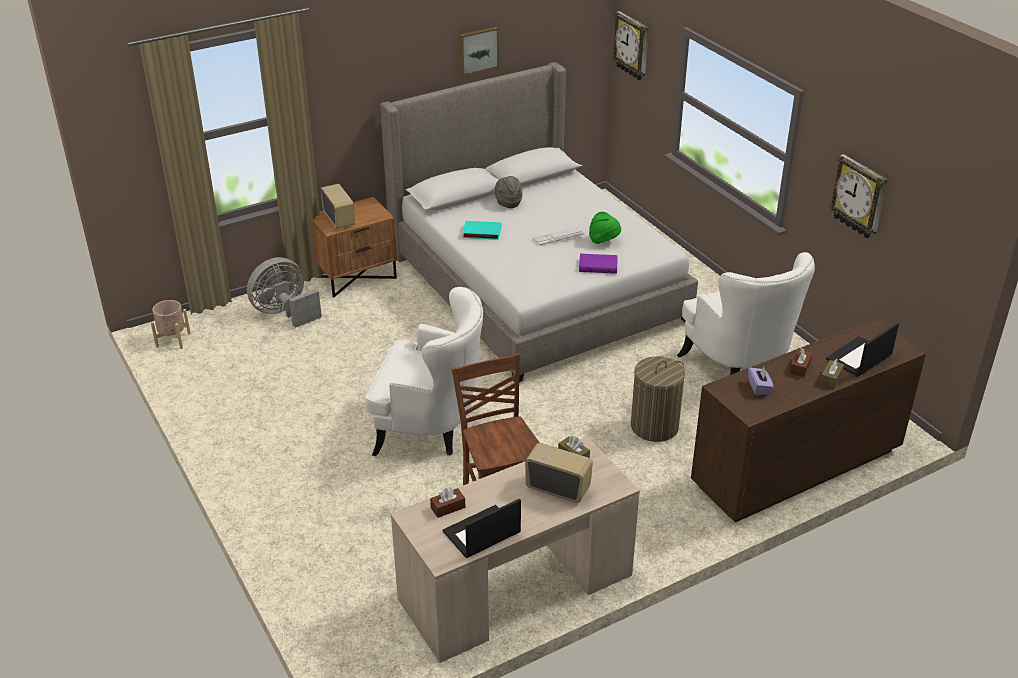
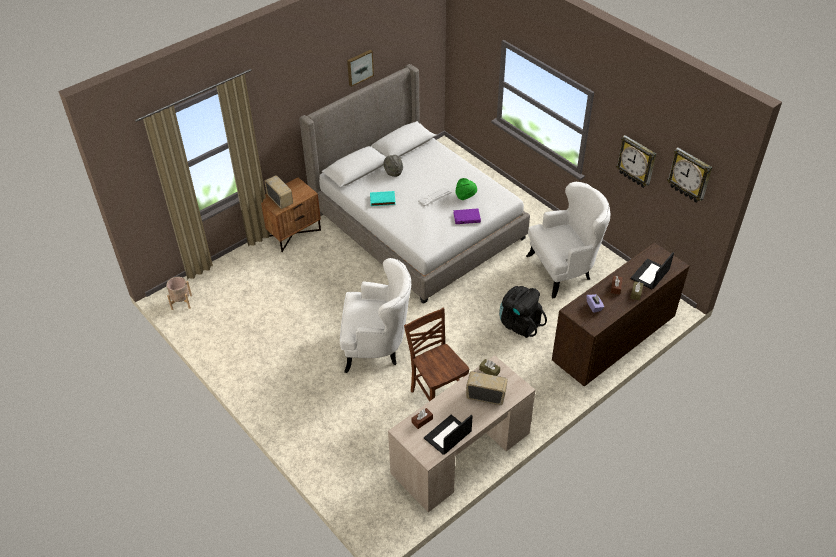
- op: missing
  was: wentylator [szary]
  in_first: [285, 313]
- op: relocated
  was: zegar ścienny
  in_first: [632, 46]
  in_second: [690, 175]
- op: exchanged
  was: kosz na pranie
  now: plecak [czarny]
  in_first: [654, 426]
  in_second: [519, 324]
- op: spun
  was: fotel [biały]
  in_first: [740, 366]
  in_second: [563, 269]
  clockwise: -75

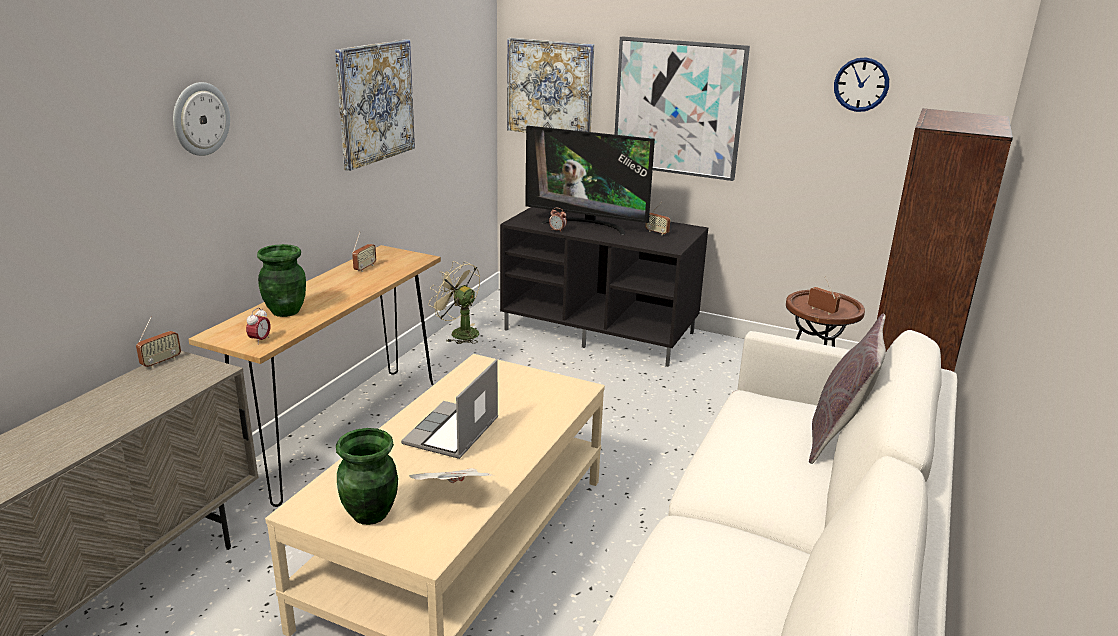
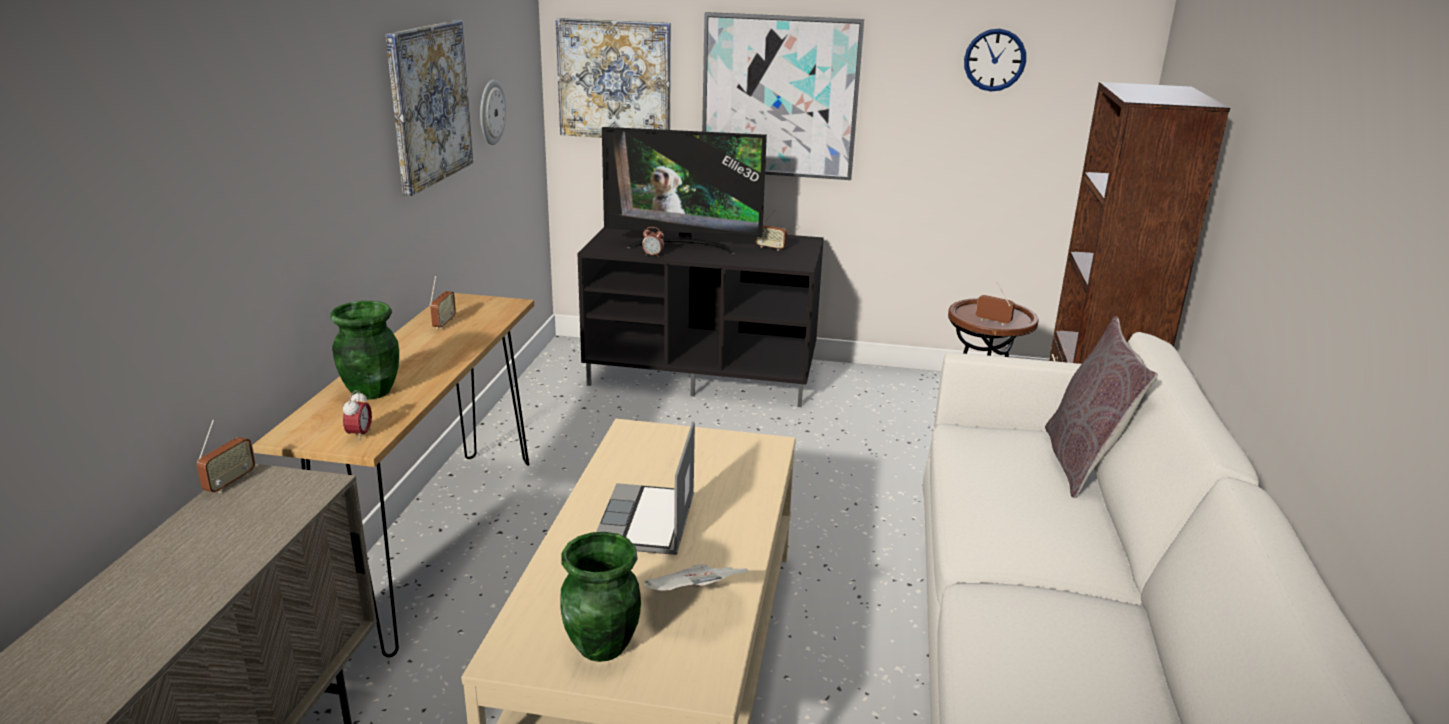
- op: relocated
  was: zegar ścienny
  in_first: [200, 119]
  in_second: [491, 112]
- op: missing
  was: wentylator [beżowy]
  in_first: [459, 333]

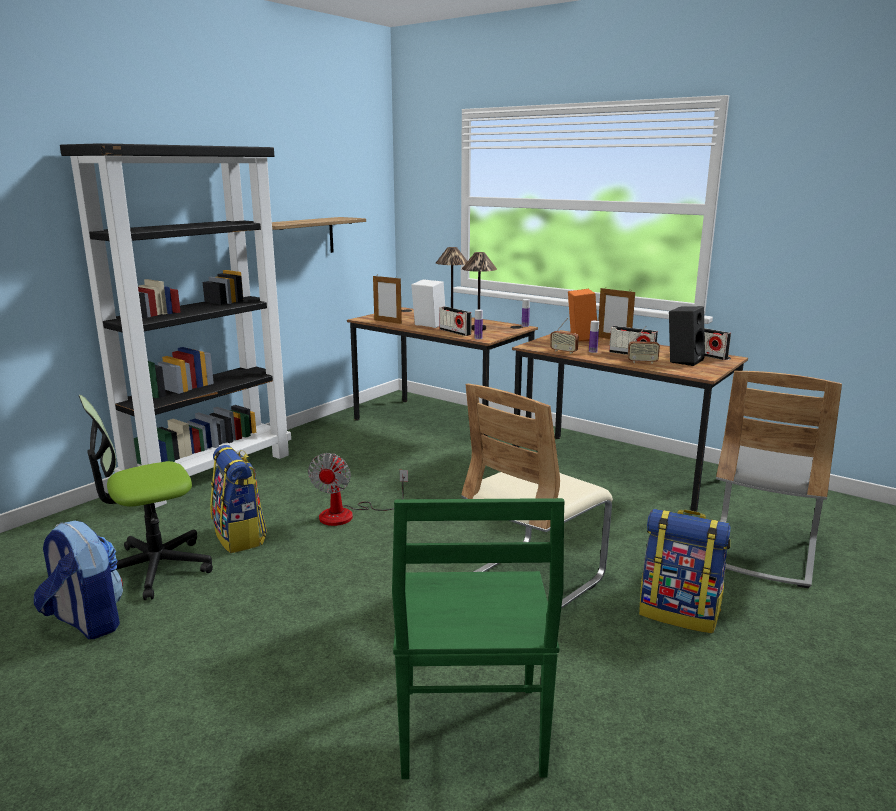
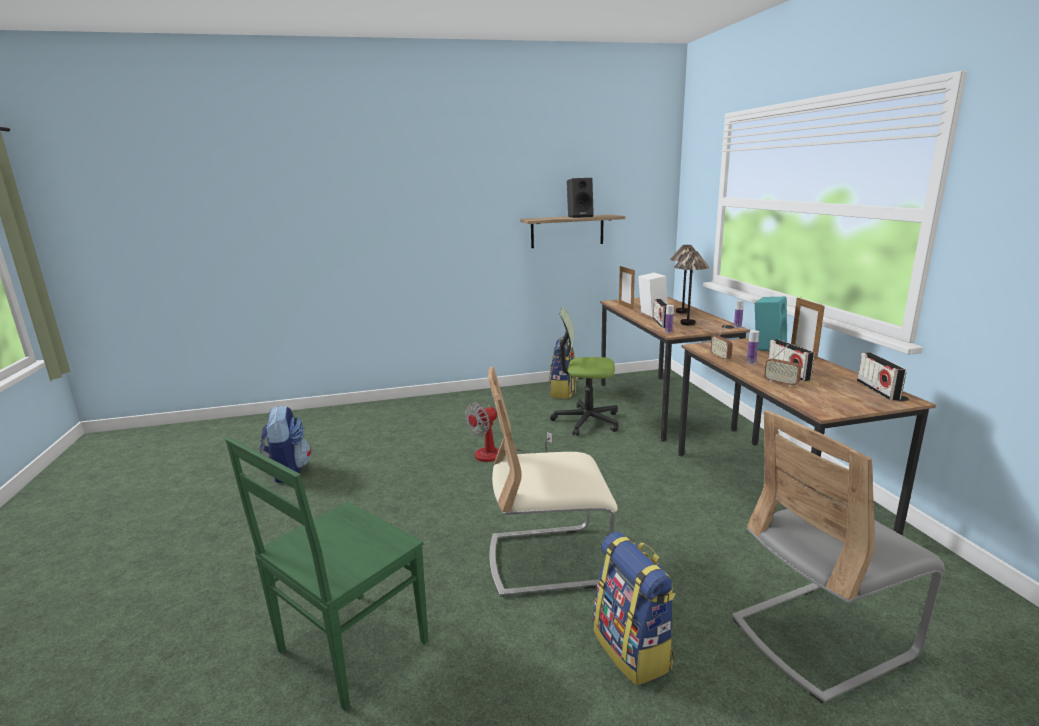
- op: missing
  was: regał [czarny]
  in_first: [211, 472]
- op: relocated
  was: krzesło biurowe
  in_first: [154, 568]
  in_second: [586, 421]
- op: relocated
  was: plecak
  in_first: [240, 537]
  in_second: [562, 392]
- op: colour
  was: głośnik [pomarańczowy]
  now: głośnik [turkusowy]
  in_first: [580, 338]
  in_second: [767, 347]
- op: relocated
  was: głośnik [czarny]
  in_first: [683, 360]
  in_second: [580, 217]

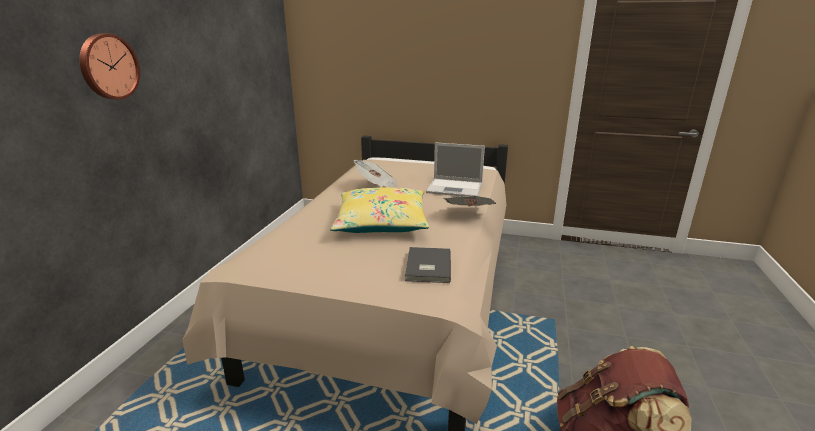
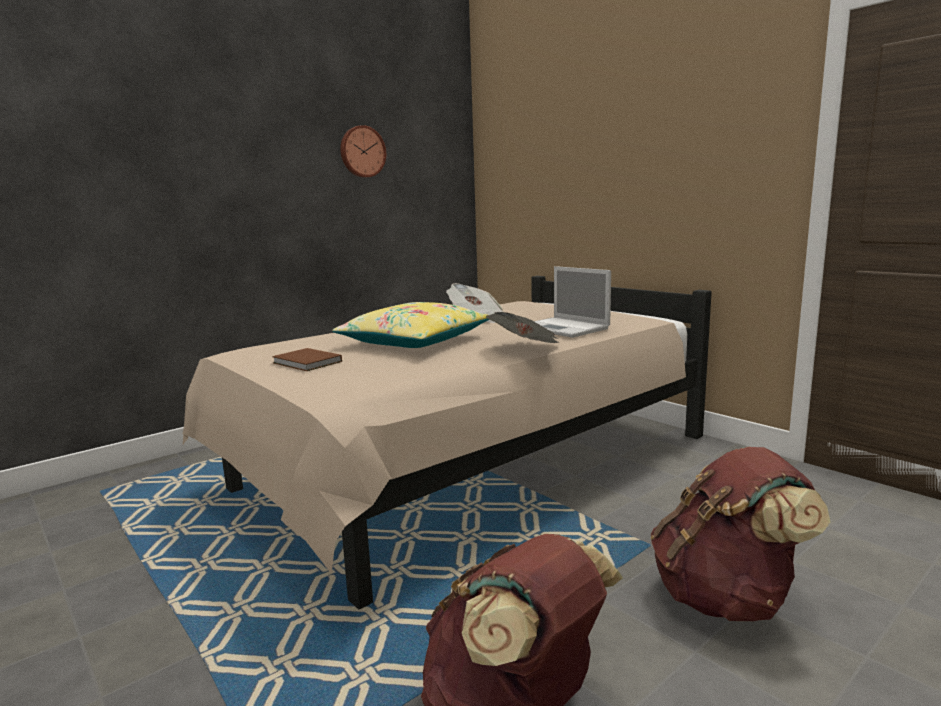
- op: relocated
  was: zegar ścienny
  in_first: [108, 67]
  in_second: [362, 152]
- op: missing
  was: książka [szary]
  in_first: [426, 267]
- op: appeared
  now: książka [brązowy]
  in_second: [307, 363]
- op: appeared
  now: plecak [brązowy]
  in_second: [726, 598]

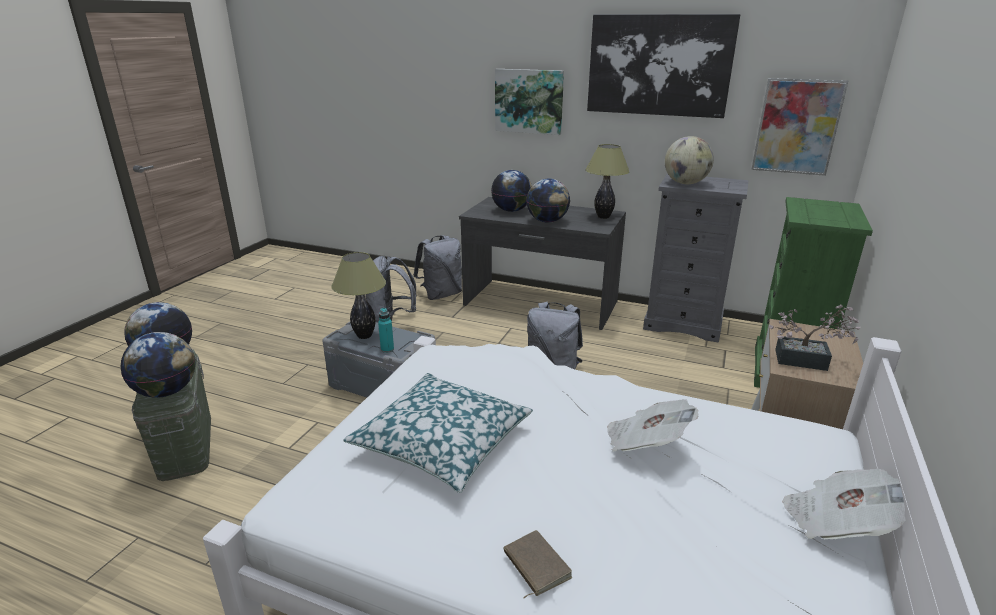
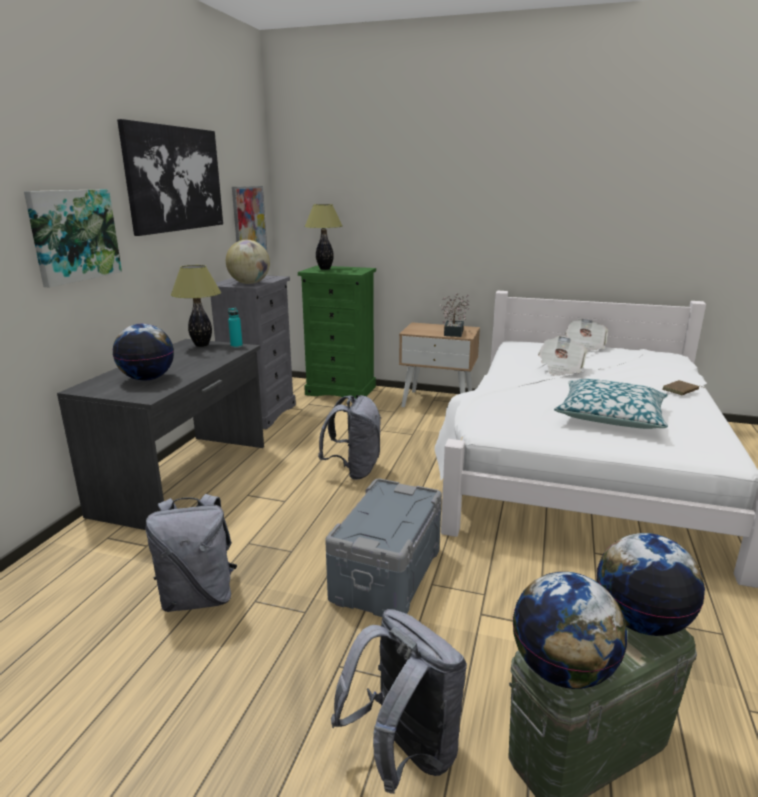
- op: relocated
  was: lampa stołowa
  in_first: [364, 336]
  in_second: [325, 269]
- op: relocated
  was: butelka [turkusowy]
  in_first: [387, 349]
  in_second: [236, 346]
- op: relocated
  was: plecak [szary]
  in_first: [441, 294]
  in_second: [404, 752]
- op: missing
  was: globus
  in_first: [547, 221]

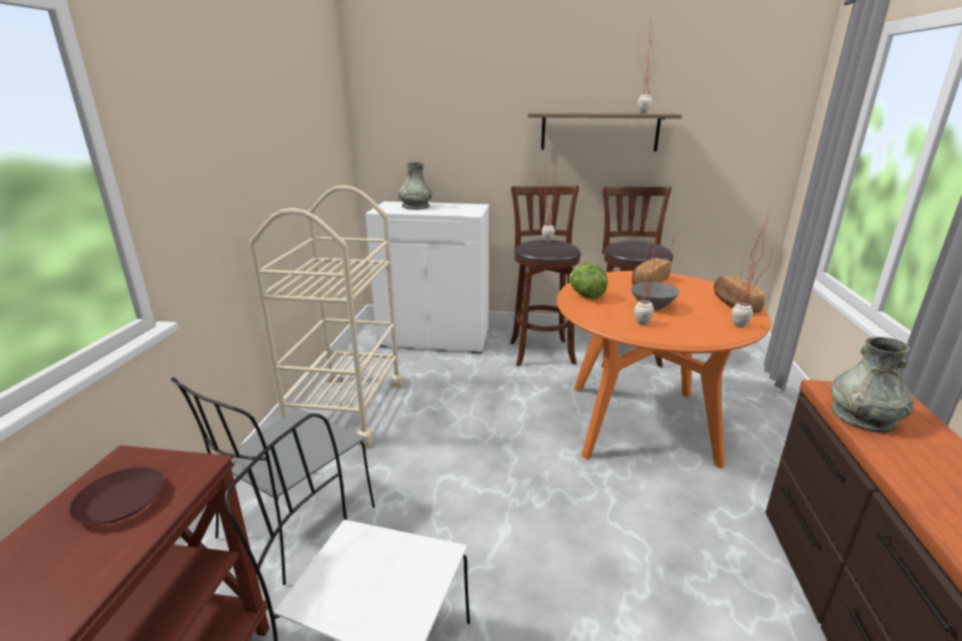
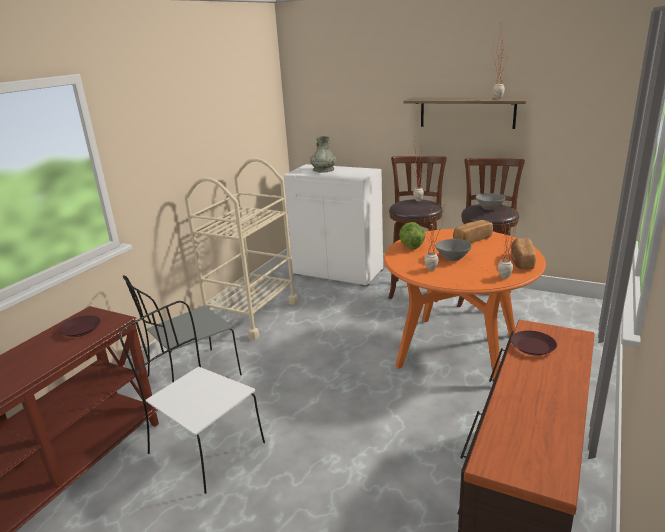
- op: exchanged
  was: wazon [szary]
  now: talerz [brązowy]
  in_first: [863, 416]
  in_second: [532, 346]
- op: appeared
  now: miska [szary]
  in_second: [489, 208]

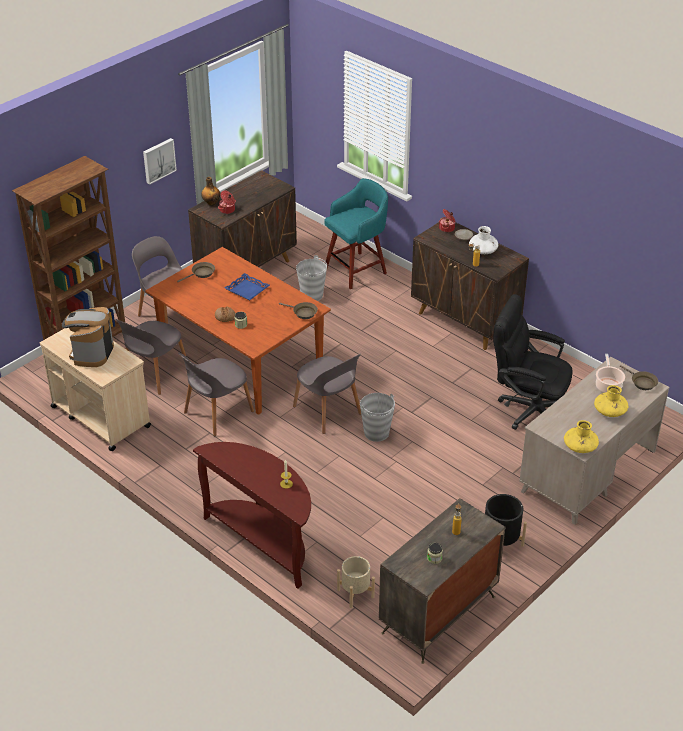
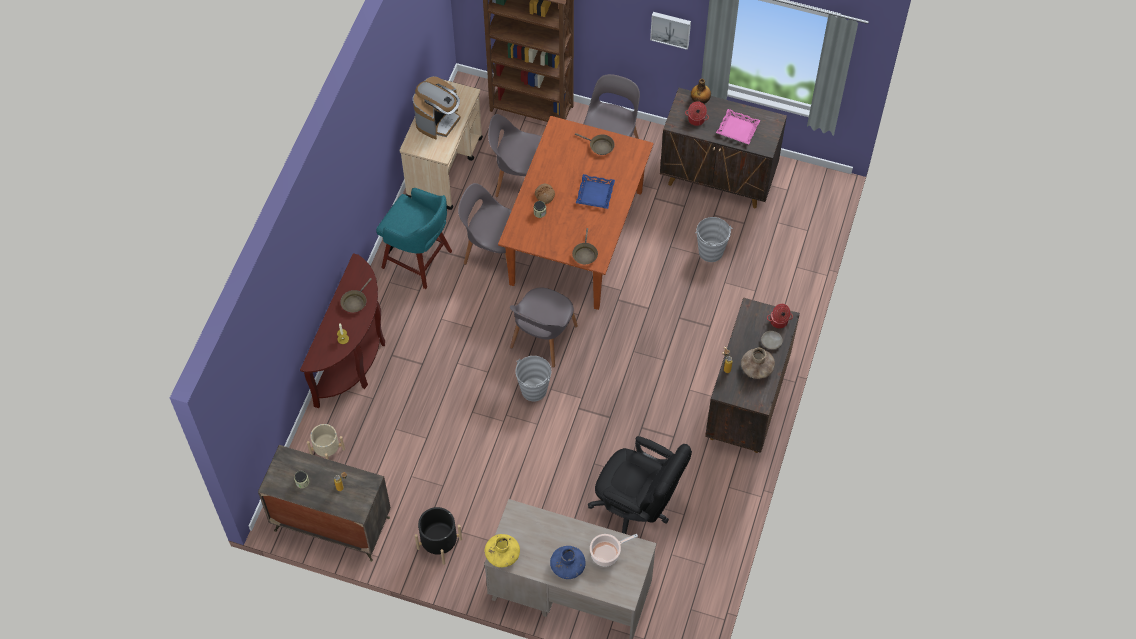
- op: spun
  was: ekspres do kawy
  in_first: [91, 353]
  in_second: [438, 120]
  clockwise: 135
- op: relocated
  was: stołek [turkusowy]
  in_first: [357, 270]
  in_second: [419, 260]
- op: colour
  was: wazon [biały]
  now: wazon [brązowy]
  in_first: [483, 250]
  in_second: [757, 368]
- op: spun
  was: krzesło biurowe [czarny]
  in_first: [527, 408]
  in_second: [637, 508]
  clockwise: 120
- op: colour
  was: wazon [żółty]
  now: wazon [niebieski]
  in_first: [609, 411]
  in_second: [567, 566]
- op: relocated
  was: patelnia [brązowy]
  in_first: [642, 382]
  in_second: [355, 301]
- op: appeared
  now: taca [różowy]
  in_second: [738, 129]

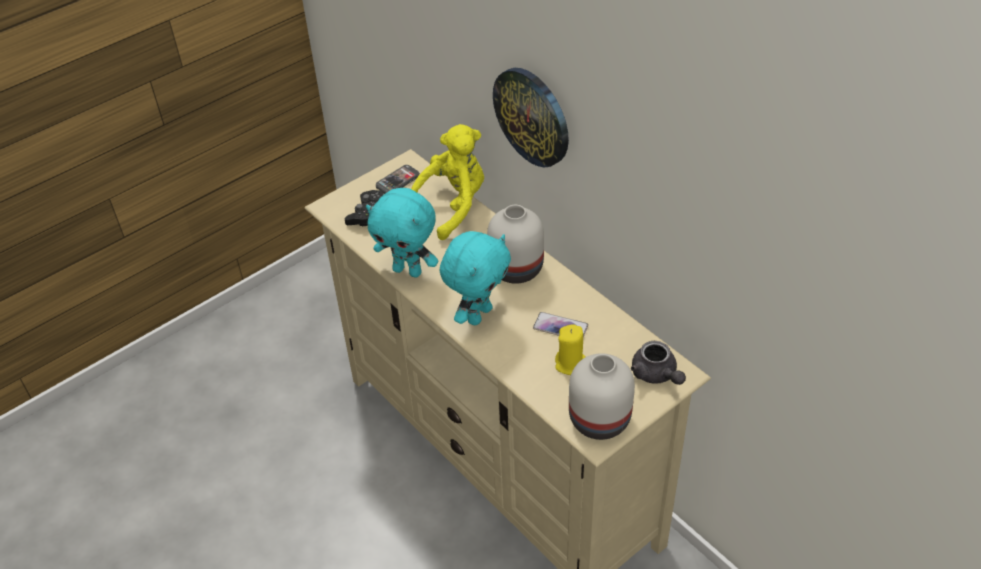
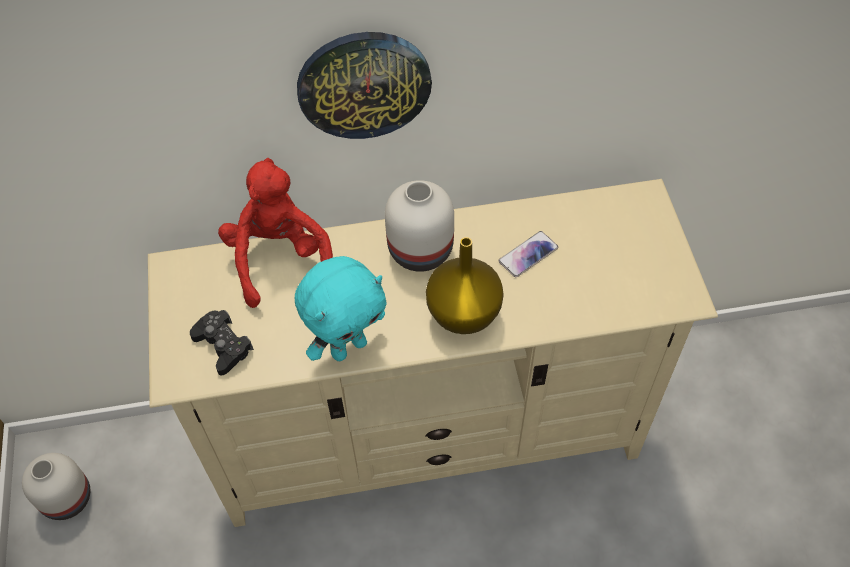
- op: missing
  was: telefon
  in_first: [397, 181]
- op: colour
  was: pluszak [żółty]
  now: pluszak [czerwony]
  in_first: [452, 206]
  in_second: [280, 259]
- op: exchanged
  was: pluszak [turkusowy]
  now: wazon [żółty]
  in_first: [478, 314]
  in_second: [462, 314]
- op: missing
  was: świeca [żółty]
  in_first: [570, 364]
- op: relocated
  was: wazon [biały]
  in_first: [599, 421]
  in_second: [68, 499]
- op: missing
  was: imbryk [szary]
  in_first: [656, 375]

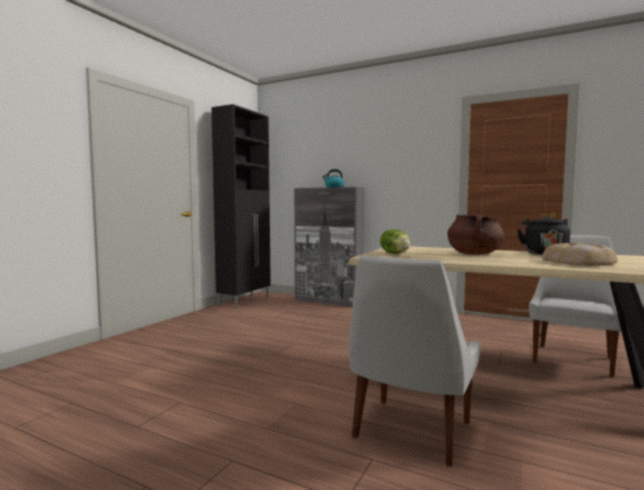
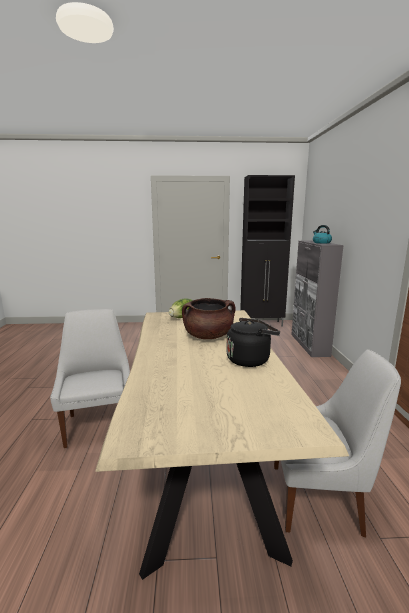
- op: spun
  was: krzesło [biały]
  in_first: [410, 432]
  in_second: [99, 424]
  clockwise: 75
- op: missing
  was: chleb
  in_first: [579, 262]

